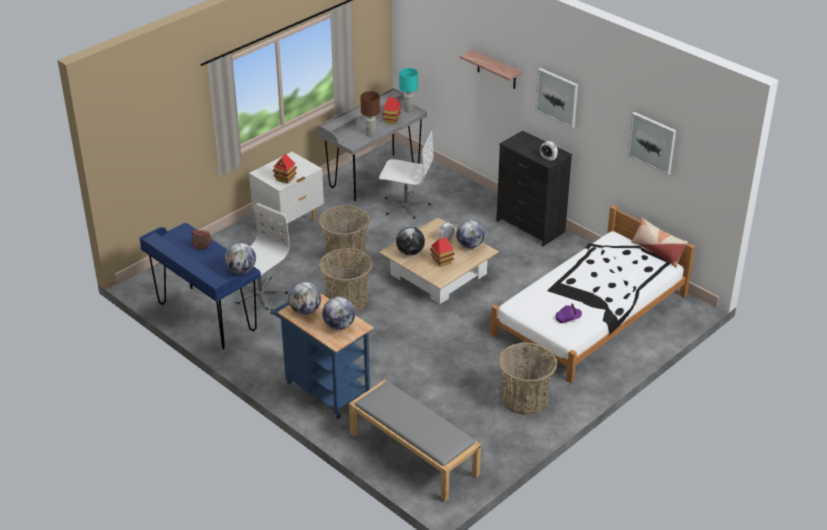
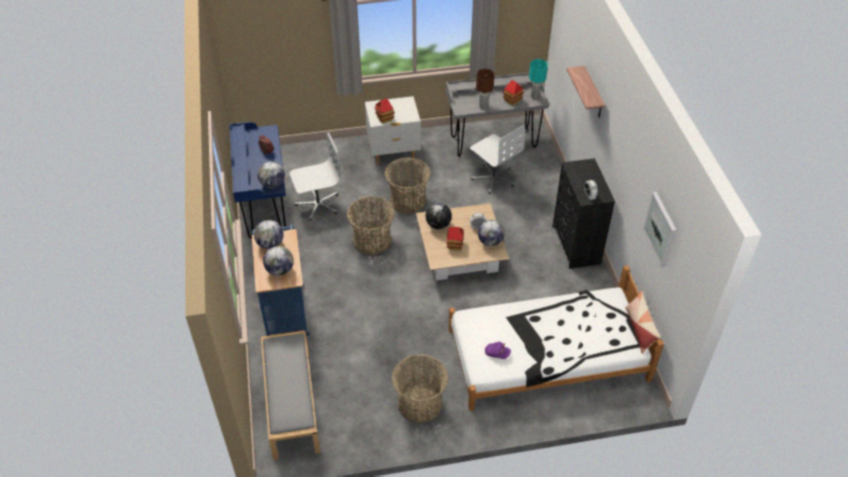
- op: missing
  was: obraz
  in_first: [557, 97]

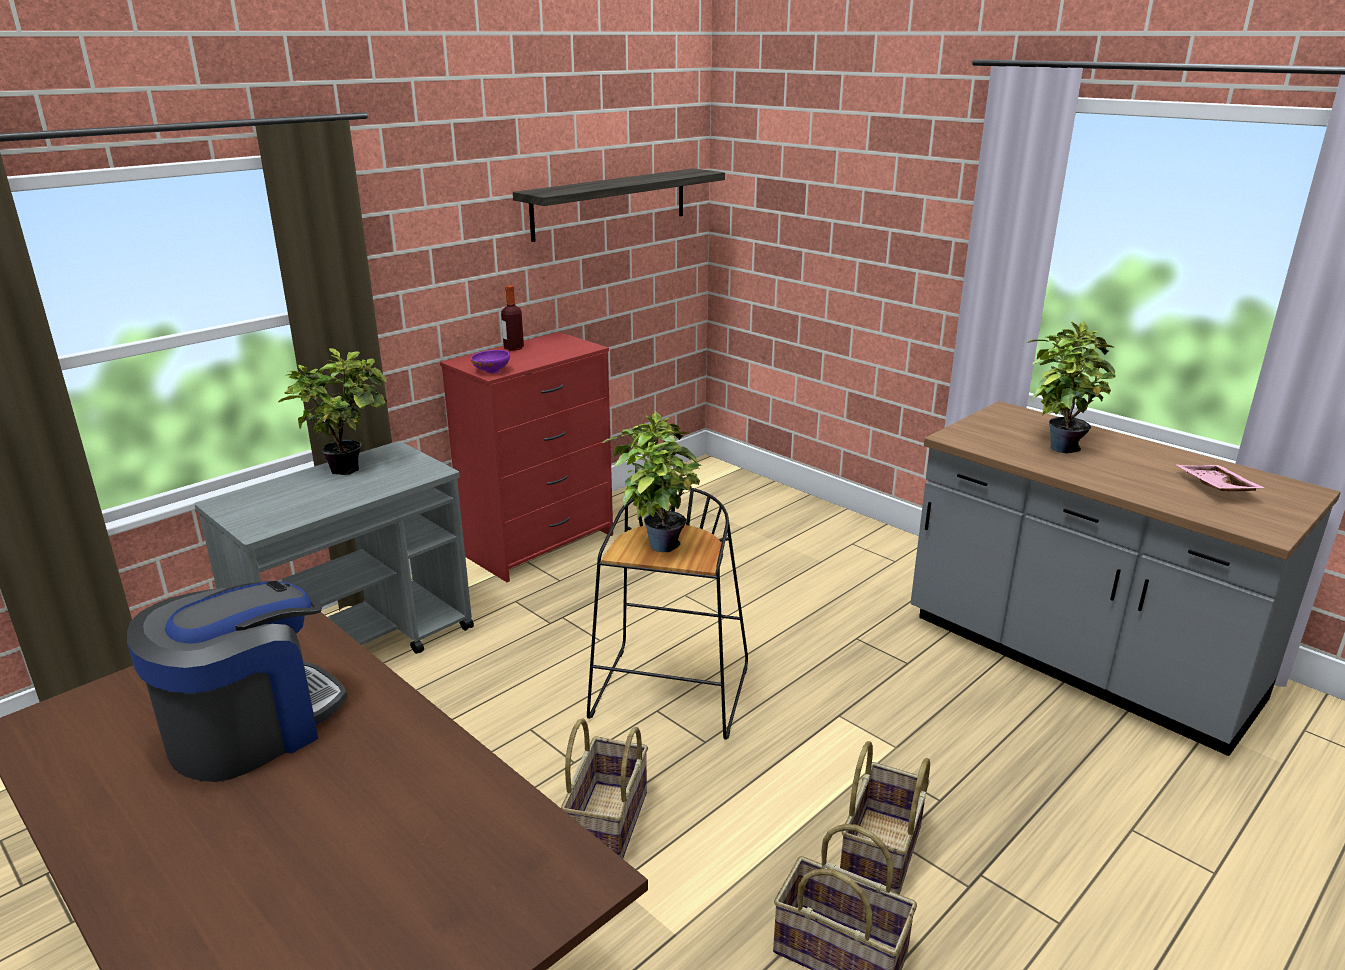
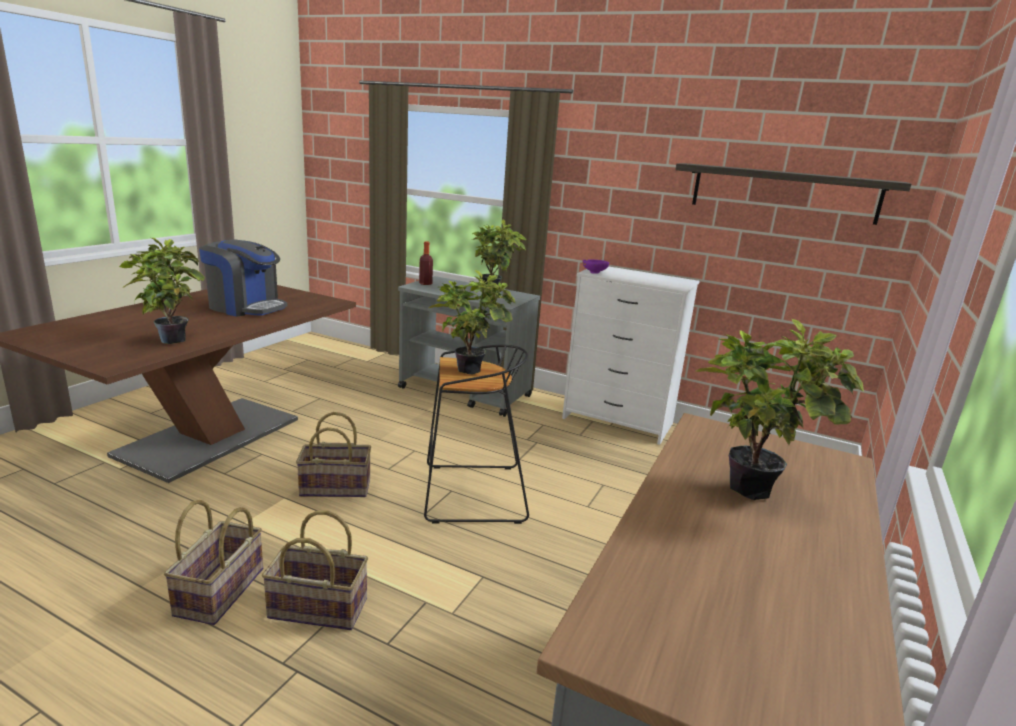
- op: colour
  was: komoda [czerwony]
  now: komoda [biały]
  in_first: [539, 545]
  in_second: [617, 421]
- op: relocated
  was: butelka
  in_first: [513, 348]
  in_second: [425, 283]
- op: missing
  was: taca [różowy]
  in_first: [1214, 487]
- op: appeared
  now: roślina doniczkowa
  in_second: [170, 339]

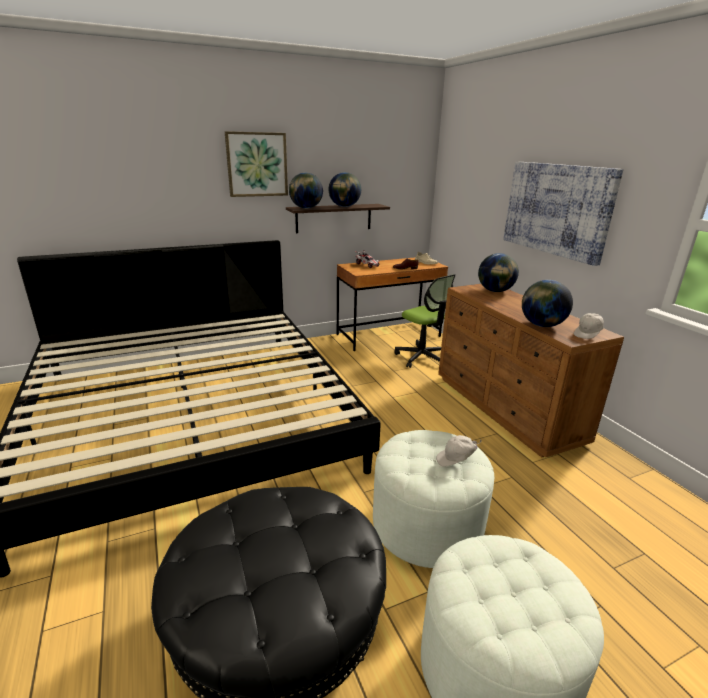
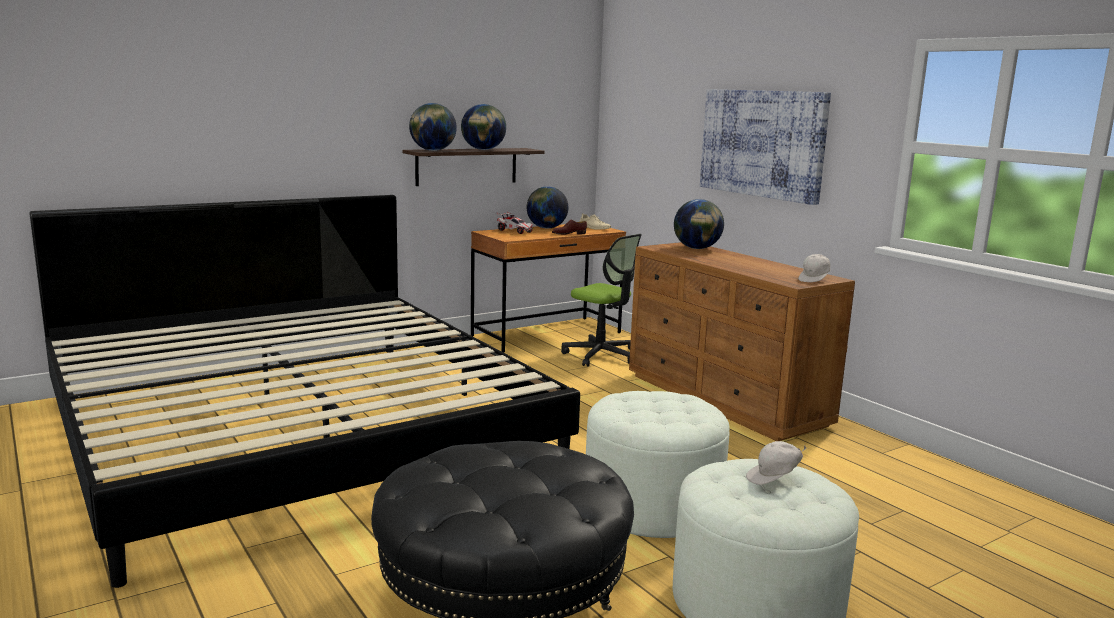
- op: missing
  was: obraz
  in_first: [257, 164]
- op: relocated
  was: czapka z daszkiem [biały]
  in_first: [456, 460]
  in_second: [774, 479]
- op: relocated
  was: globus
  in_first: [541, 325]
  in_second: [546, 228]

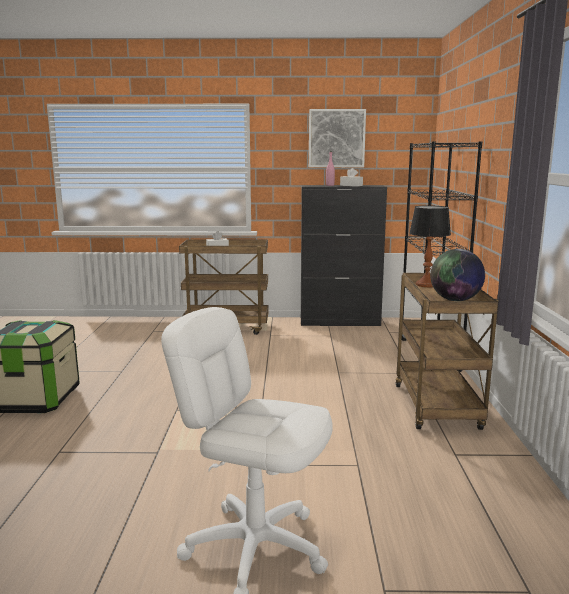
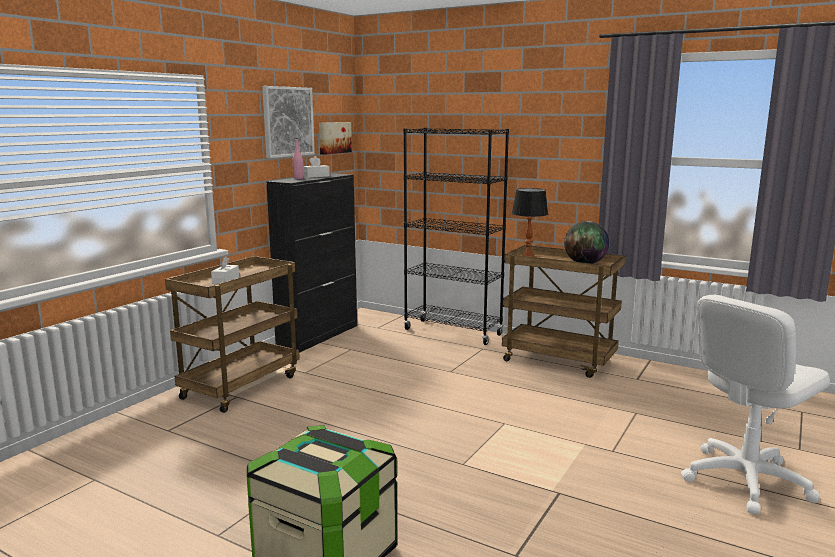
- op: appeared
  now: obraz
  in_second: [334, 137]

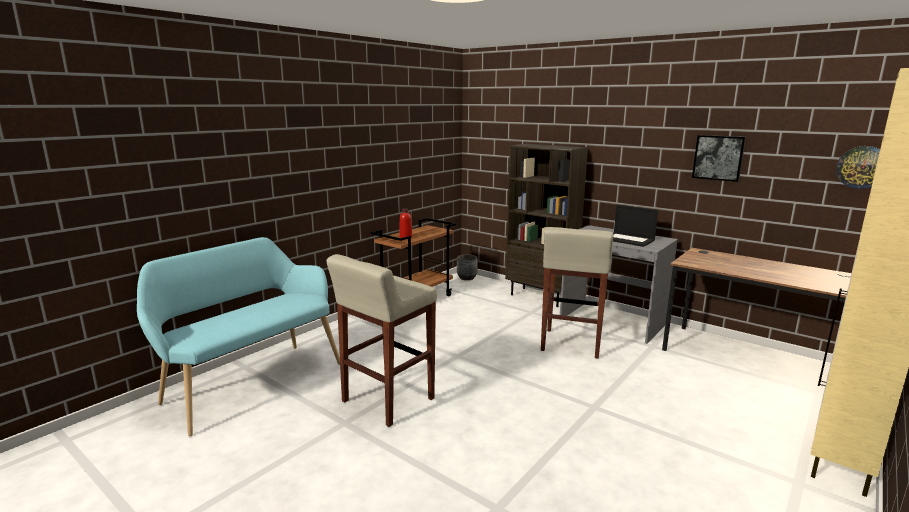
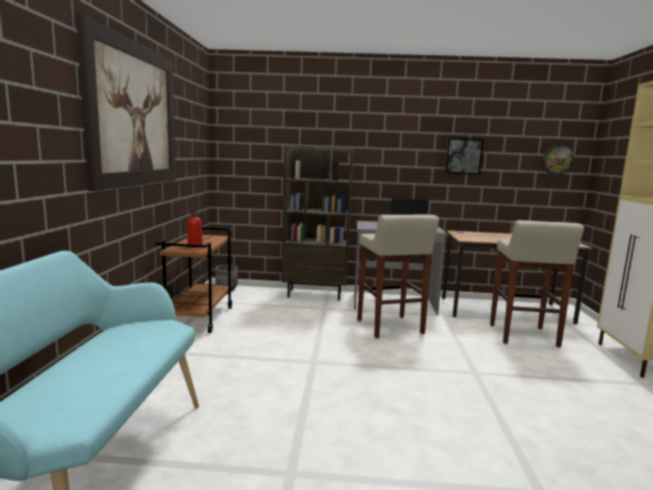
- op: relocated
  was: stołek [beżowy]
  in_first: [387, 401]
  in_second: [523, 336]
- op: appeared
  now: obraz
  in_second: [134, 115]

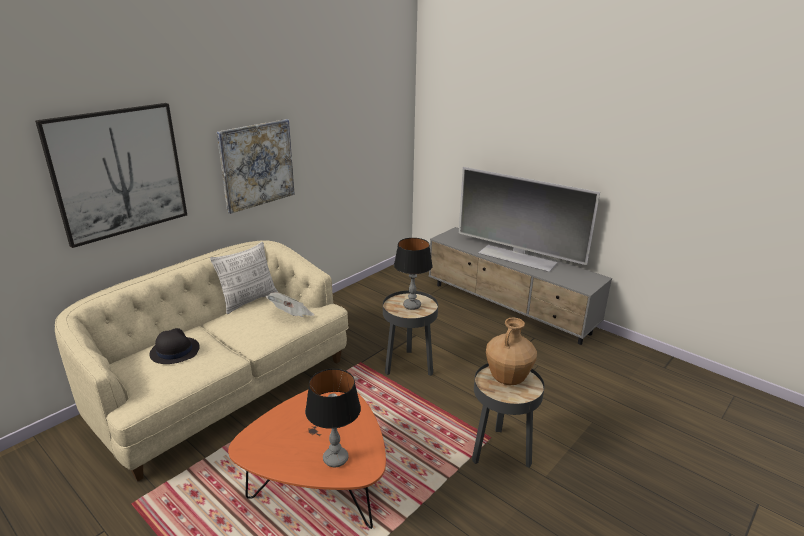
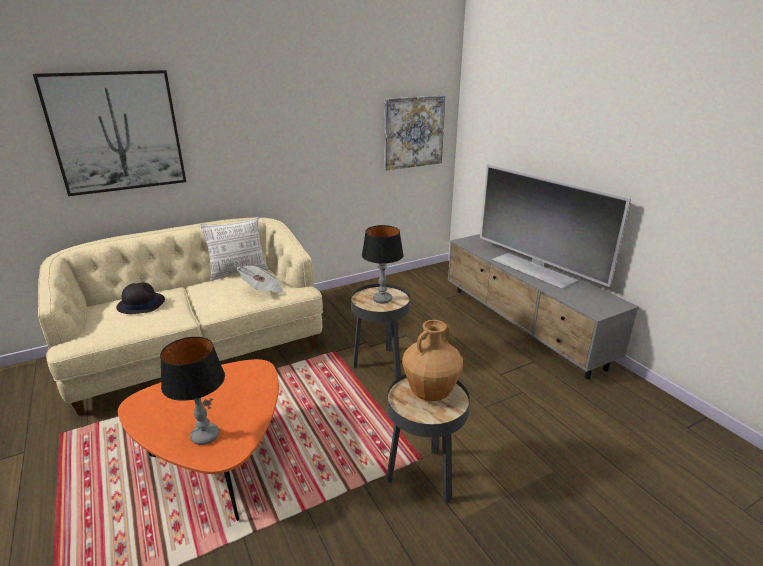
- op: relocated
  was: obraz
  in_first: [257, 165]
  in_second: [413, 132]

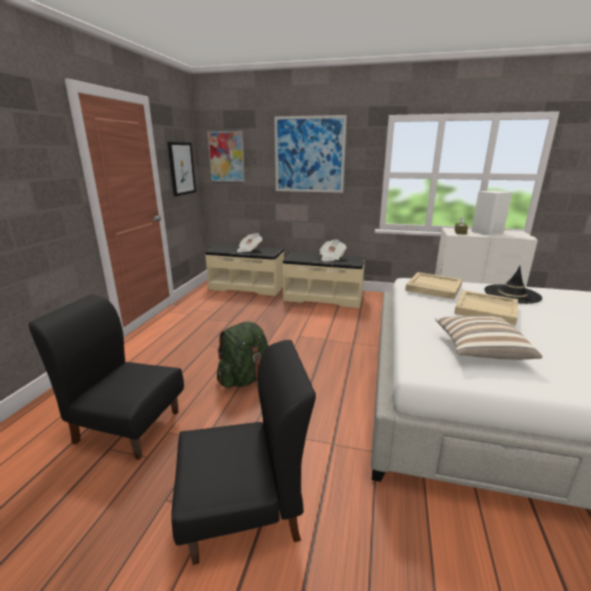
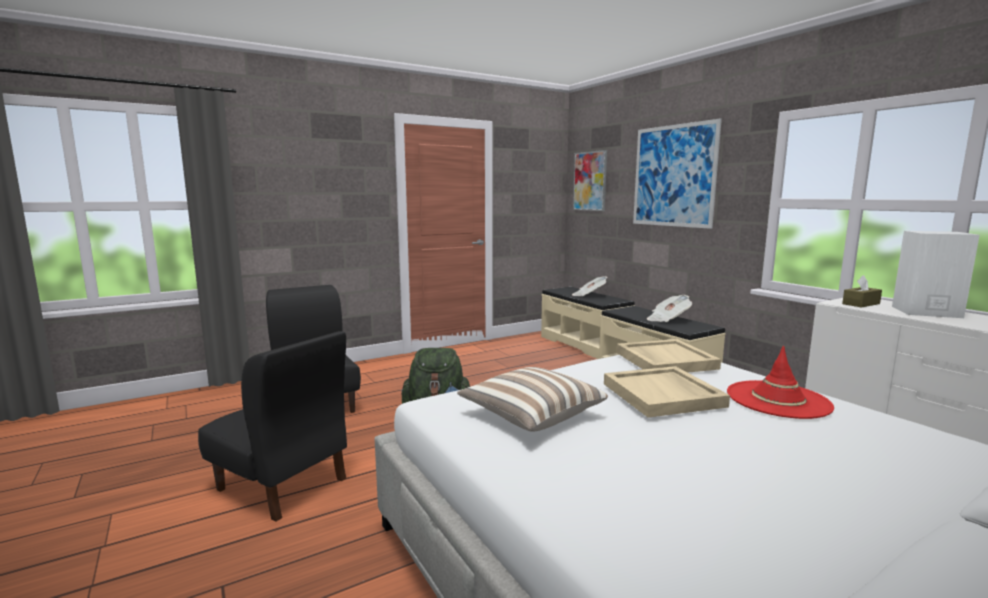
- op: missing
  was: obraz
  in_first: [181, 168]
- op: colour
  was: kapelusz [czarny]
  now: kapelusz [czerwony]
  in_first: [512, 294]
  in_second: [778, 400]

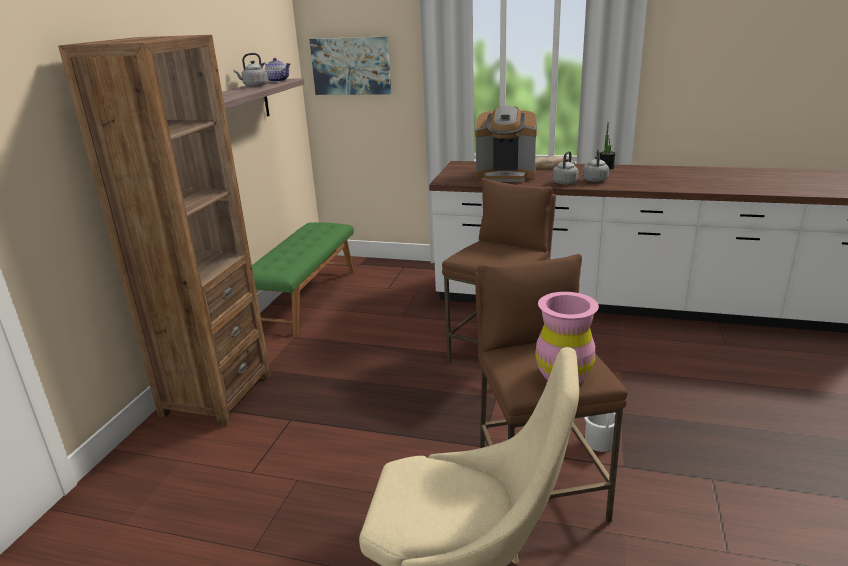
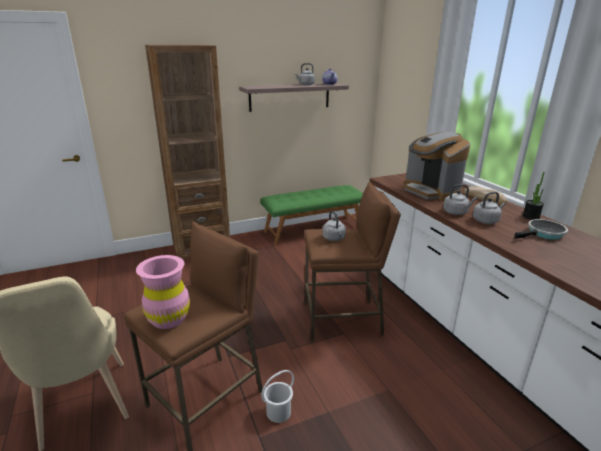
- op: missing
  was: obraz
  in_first: [351, 66]
- op: appeared
  now: czajnik [szary]
  in_second: [334, 239]
- op: appeared
  now: patelnia
  in_second: [543, 234]

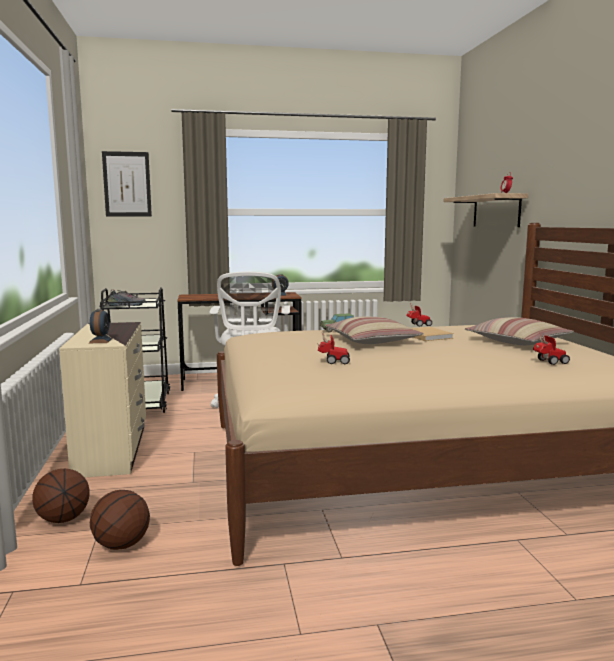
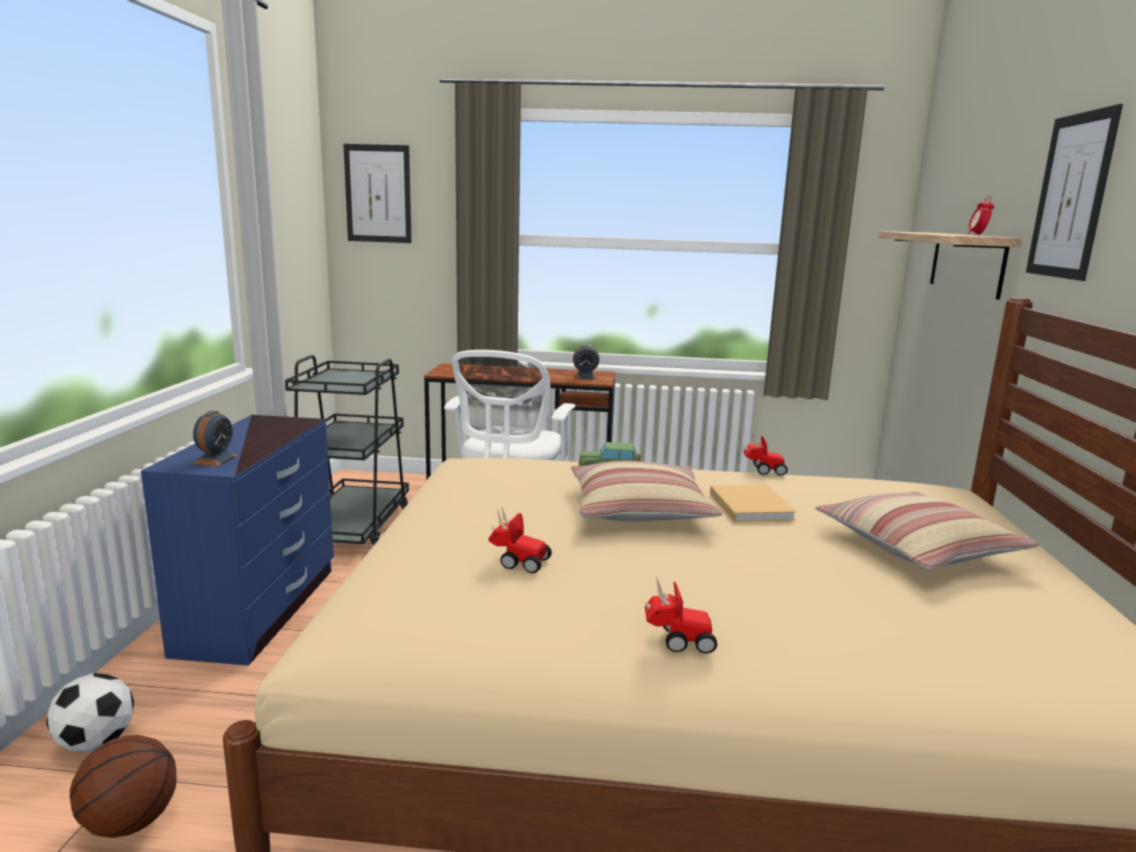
- op: exchanged
  was: piłka do koszykówki
  now: piłka futbolowa
  in_first: [63, 519]
  in_second: [96, 743]
- op: colour
  was: komoda [beżowy]
  now: komoda [niebieski]
  in_first: [113, 449]
  in_second: [261, 609]
- op: missing
  was: but
  in_first: [126, 305]
- op: relocated
  was: samochodzik
  in_first: [549, 362]
  in_second: [677, 640]
- op: appeared
  now: obraz
  in_second: [1071, 196]

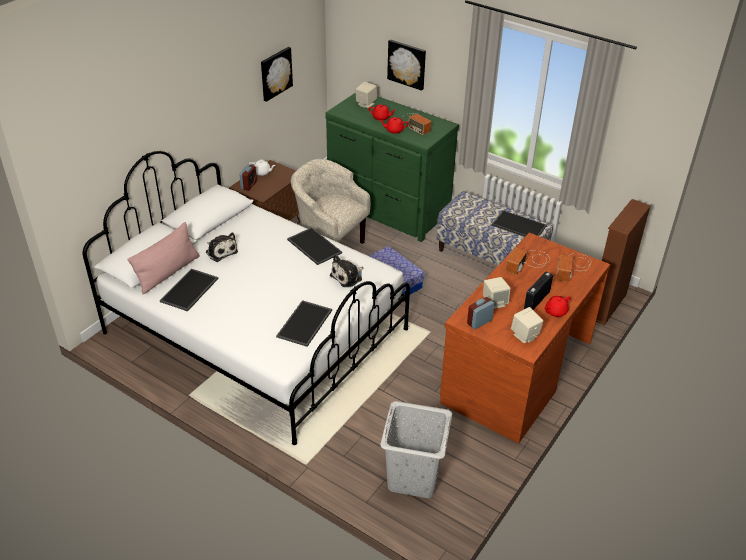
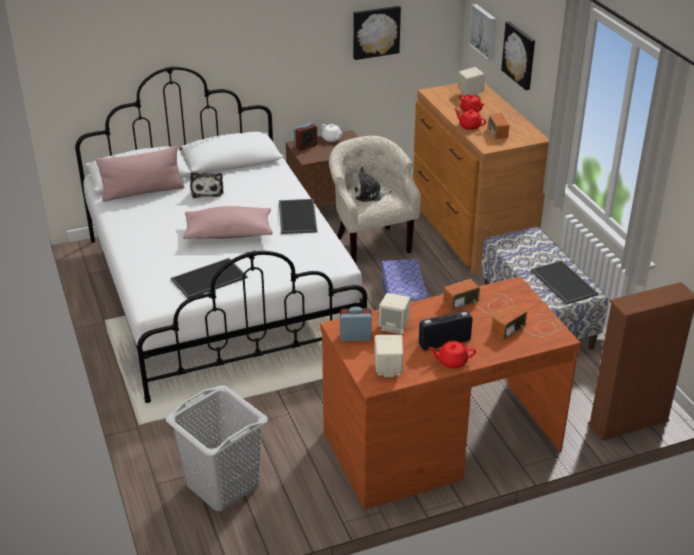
- op: missing
  was: taca
  in_first: [190, 290]
- op: colour
  was: komoda [zielony]
  now: komoda [brązowy]
  in_first: [387, 210]
  in_second: [470, 231]
- op: relocated
  was: pluszak
  in_first: [348, 277]
  in_second: [369, 194]
- op: appeared
  now: poduszka [różowy]
  in_second: [228, 234]
- op: appeared
  now: obraz
  in_second: [484, 31]

